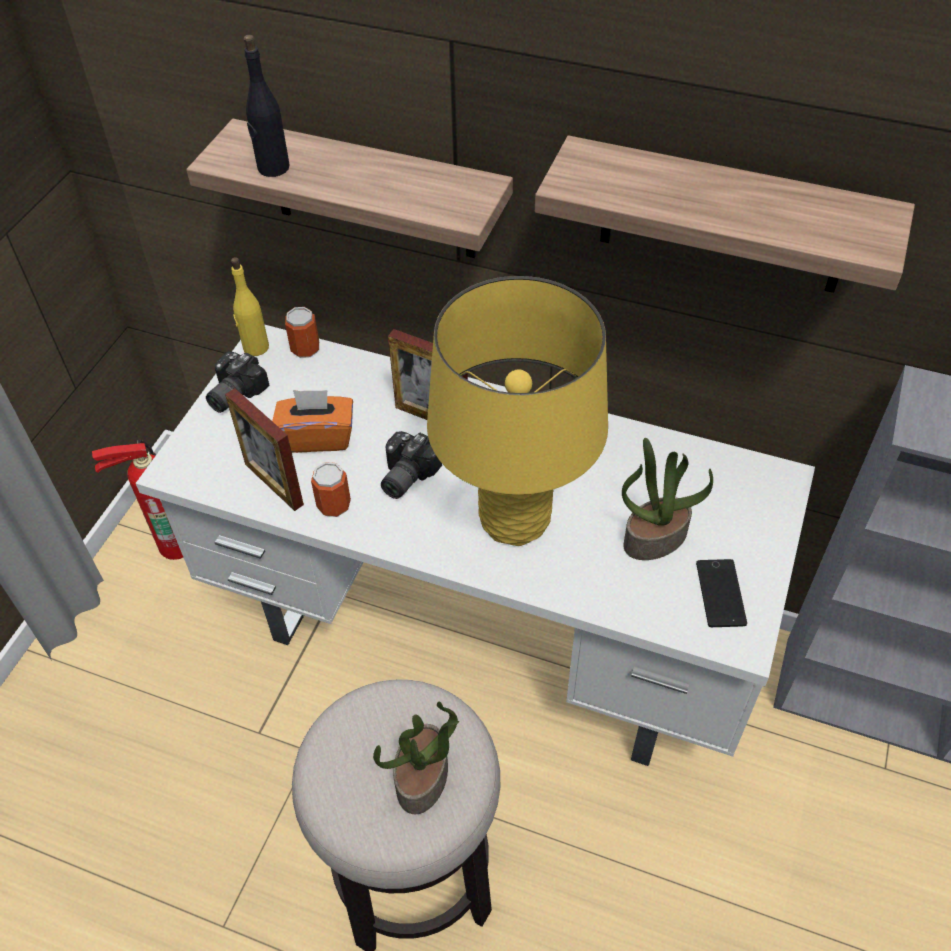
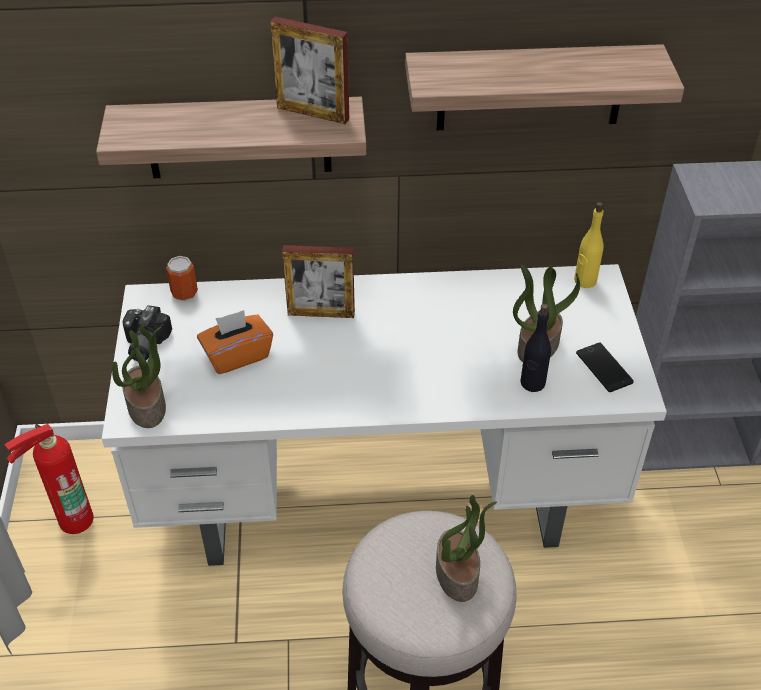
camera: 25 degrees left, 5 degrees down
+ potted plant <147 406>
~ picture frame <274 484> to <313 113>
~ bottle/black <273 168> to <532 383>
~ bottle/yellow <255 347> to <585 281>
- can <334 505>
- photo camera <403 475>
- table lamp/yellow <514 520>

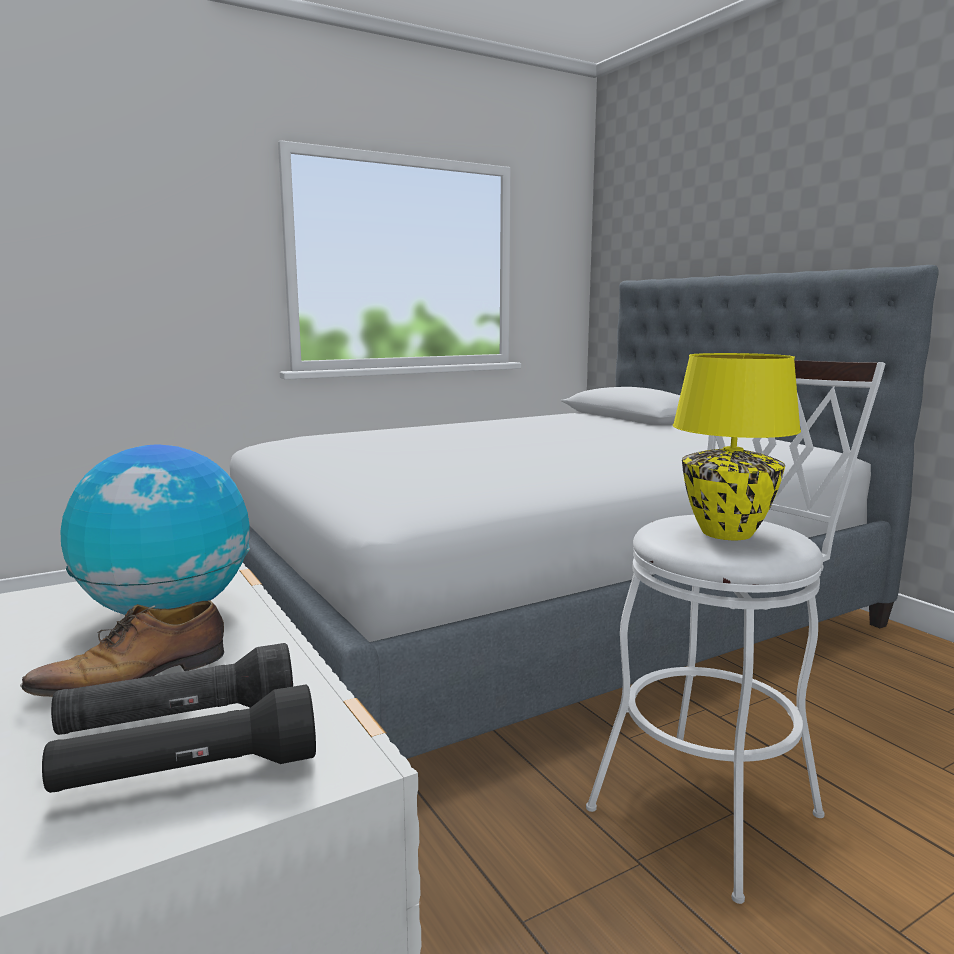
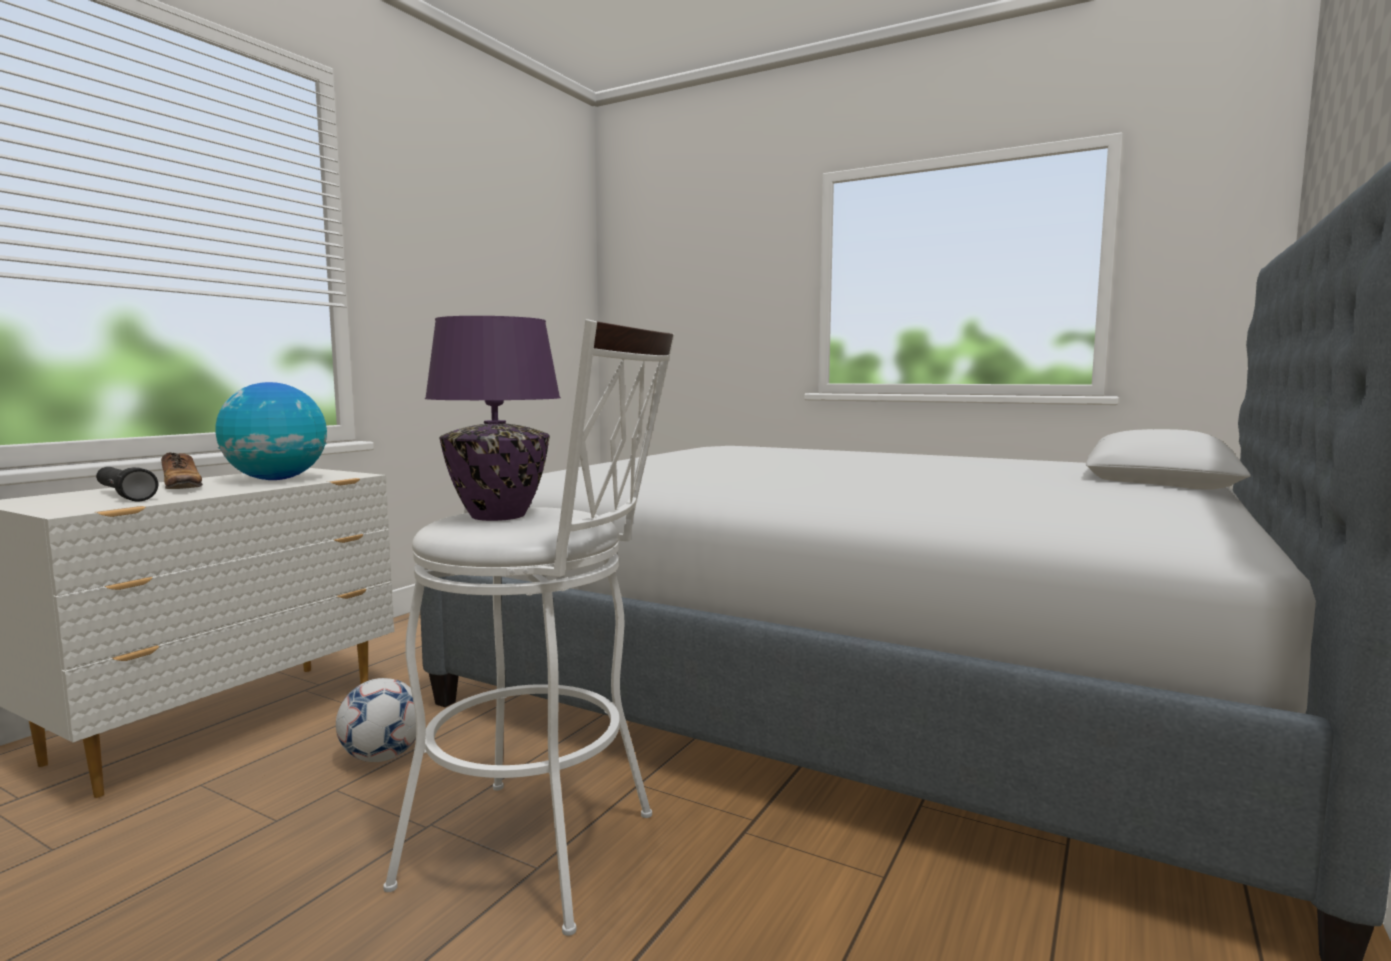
camera: 60 degrees right, 5 degrees down
~ shoe <137 676> = <182 487> 150 degrees counterclockwise
+ football <382 757>
~ table lamp/yellow <725 533> to table lamp/purple <499 516>
- flashlight/black <189 775>

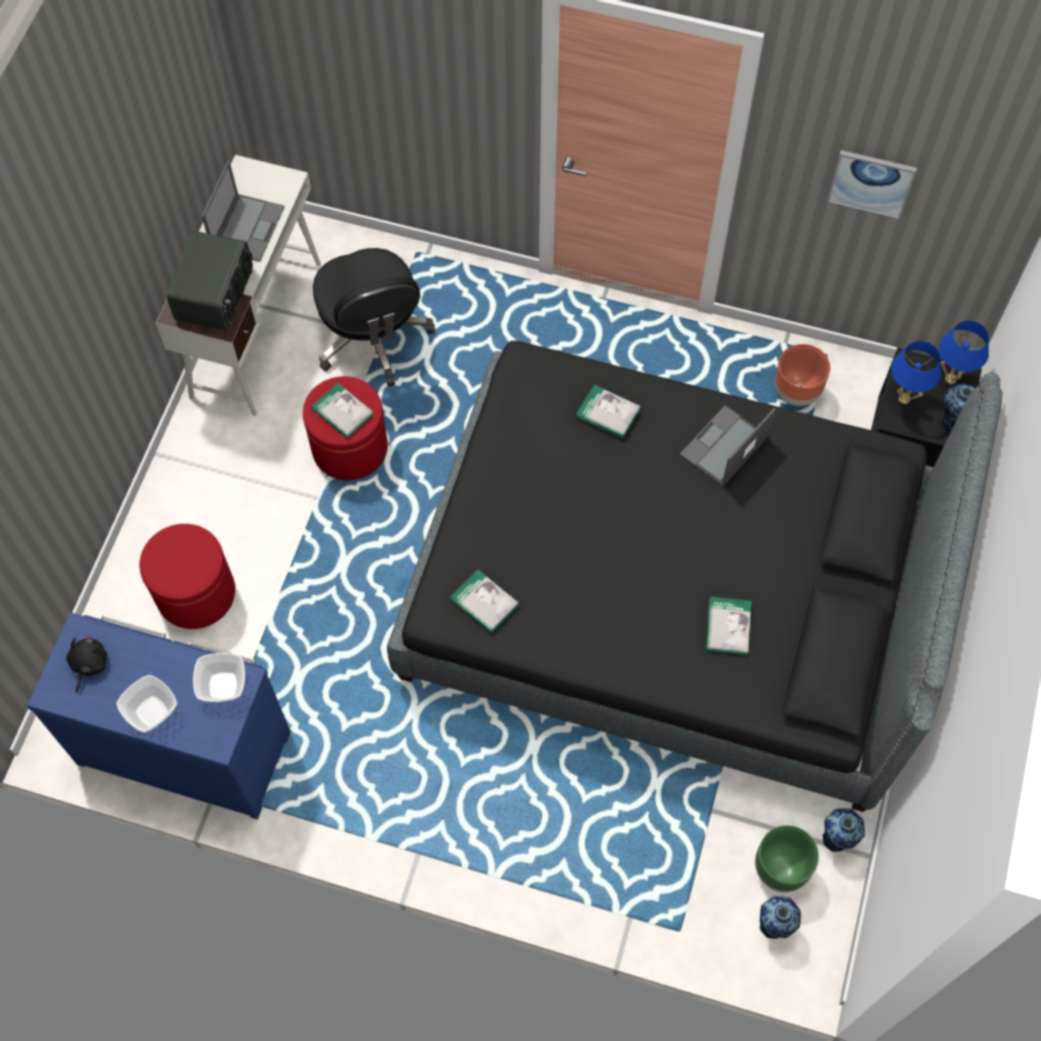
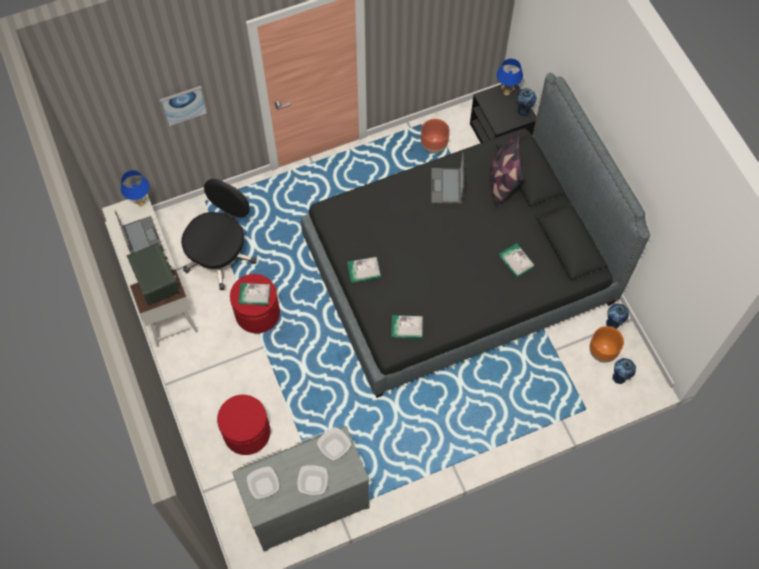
camera: 40 degrees left, 0 degrees up
~ table lamp/blue <904 399> to <141 203>
~ picture <871 182> to <183 105>
~ office chair/black <373 337> = <221 255> 90 degrees counterclockwise
~ dresser/blue <185 742> to dresser/grey <305 501>
~ plush toy/black <88 664> to bowl <264 487>
~ book <607 413> to <364 270>
+ pillow <502 183>
~ planter/green <779 869> to planter/orange <602 352>

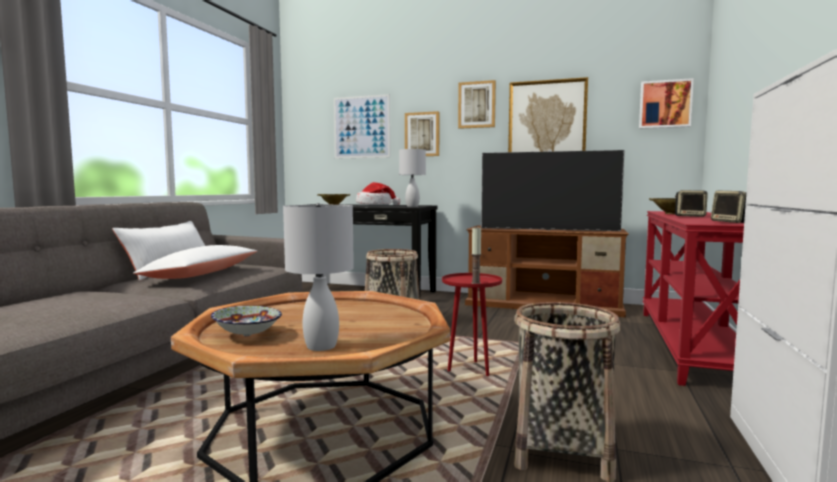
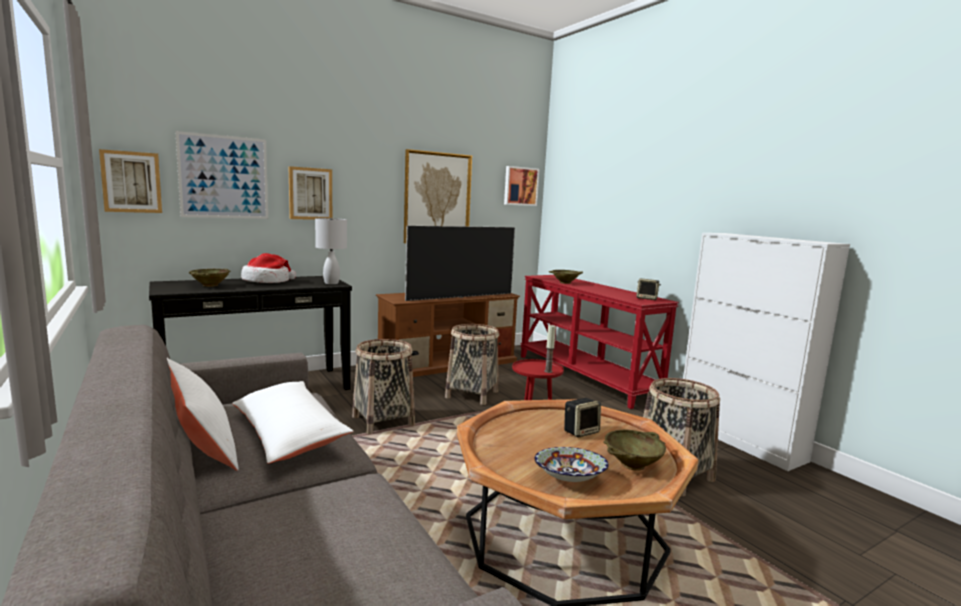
camera: 50 degrees left, 5 degrees up
~ picture <477 105> to <131 182>
+ basket <472 394>
~ speaker <690 216> to <581 431>
~ table lamp/white <320 346> to bowl/beige <632 464>

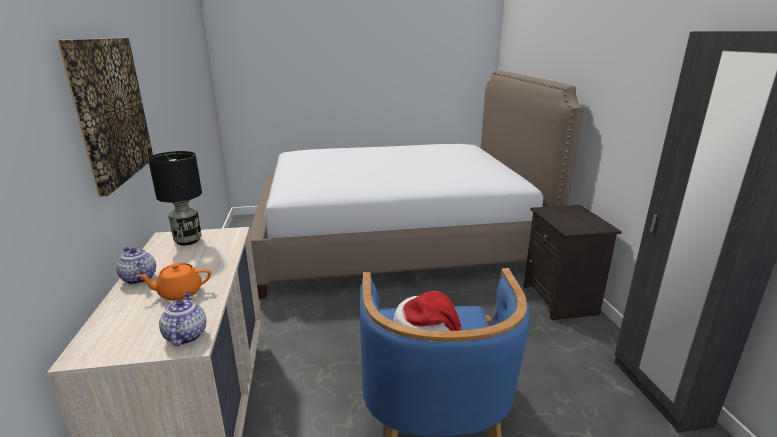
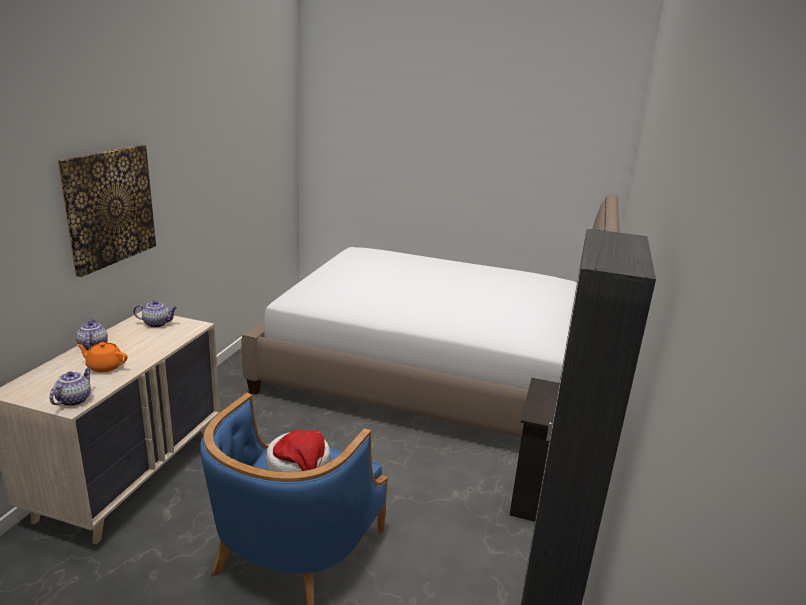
camera: 25 degrees right, 0 degrees up
~ table lamp/black <188 240> to teapot <157 324>

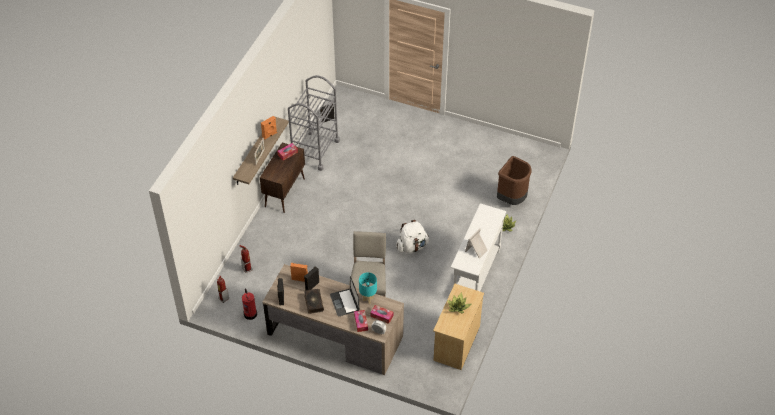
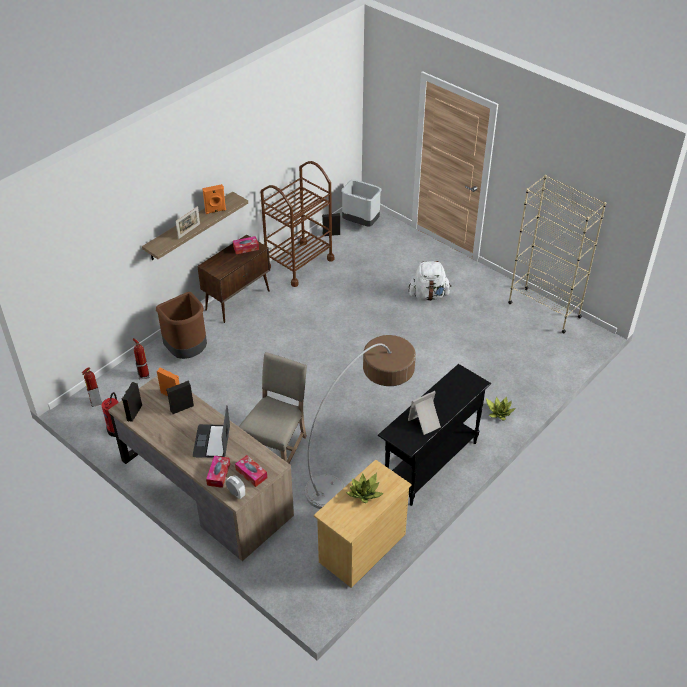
camera: 20 degrees right, 5 degrees down
~ trash can/brown <512 199> to <188 352>
~ cart/grey <315 150> to cart/brown <299 263>
+ floor lamp <361 459>
+ trash can/grey <361 222>
~ console table/white <475 275> to console table/black <430 464>
~ backpack/white <412 246> to <428 295>
+ bookcase/beige <544 310>
- book <313 303>
- table lamp/turquoise <368 299>

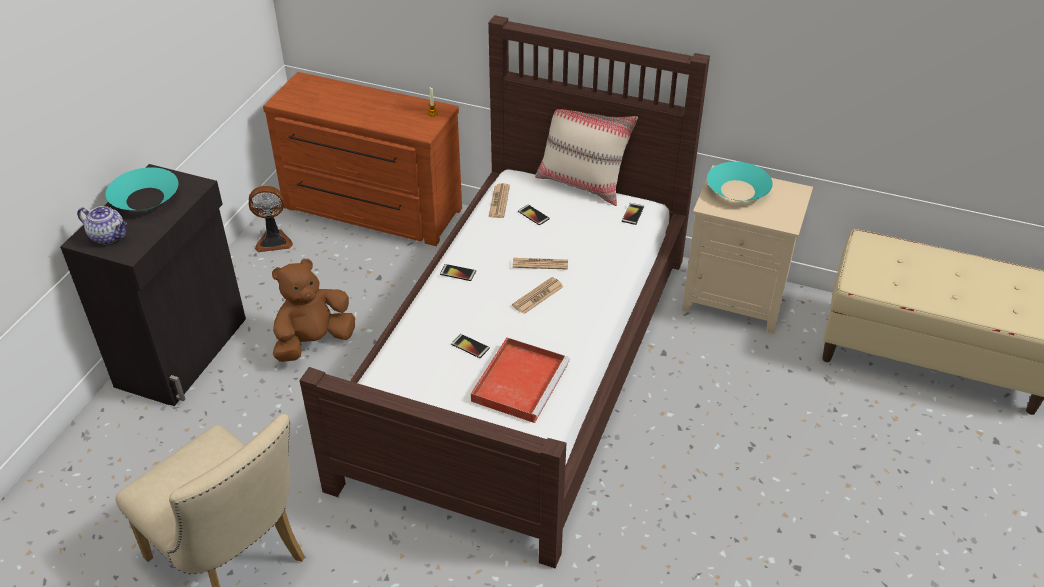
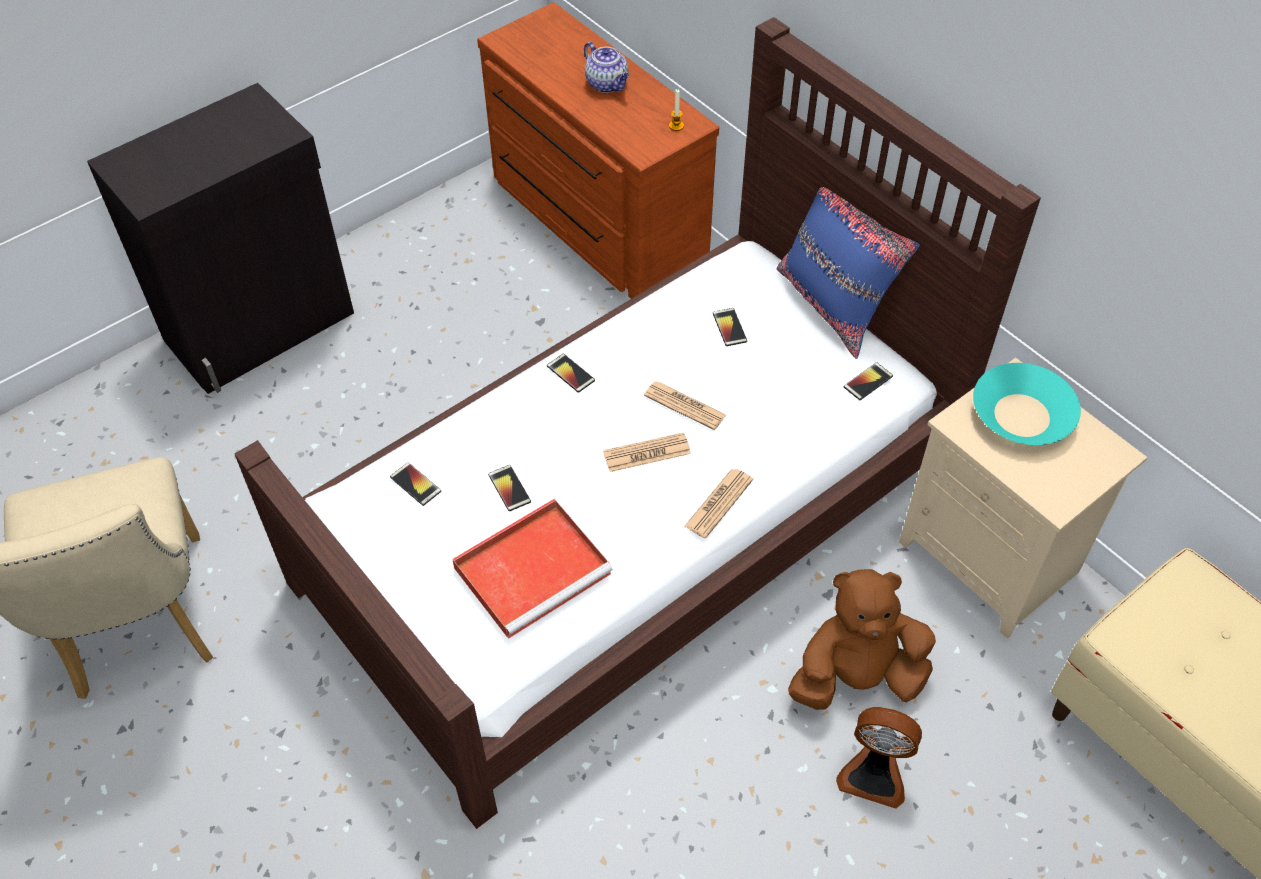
camera: 30 degrees right, 10 degrees up
+ phone <415 484>
~ teapot <109 236> to <608 84>
~ newspaper <499 201> to <718 503>
~ pillow/beige <582 184> to pillow/blue <834 304>
~ plush toy/brown <313 342> to <856 677>
~ fan <274 240> to <874 774>
- bowl/turquoise <145 198>

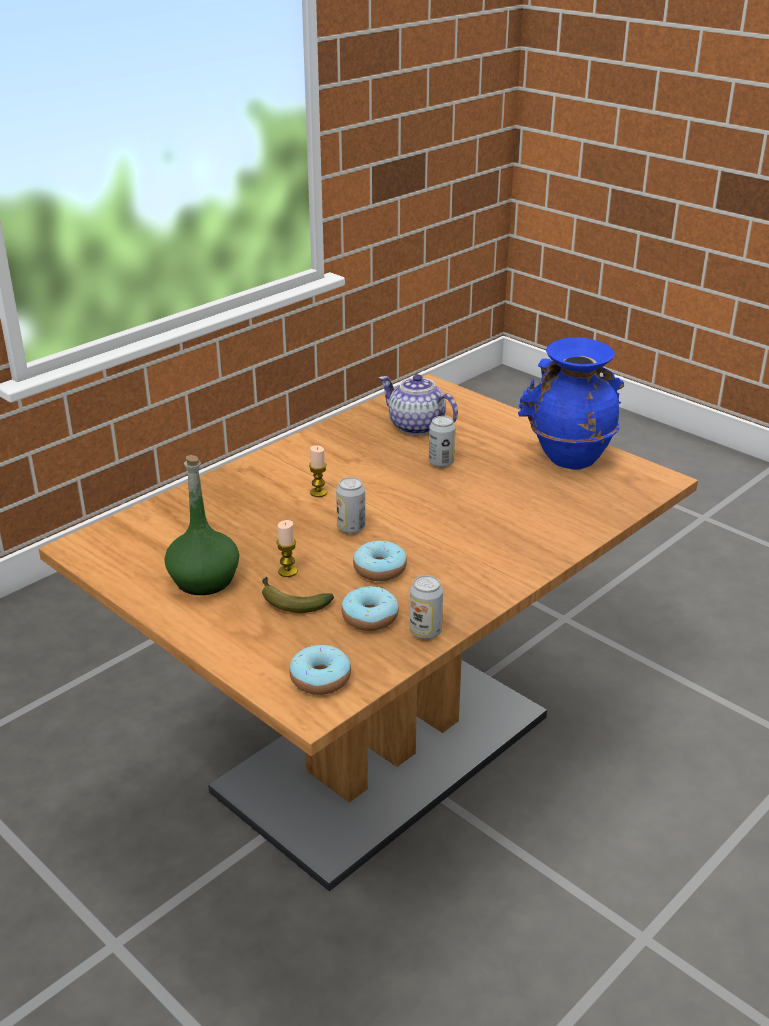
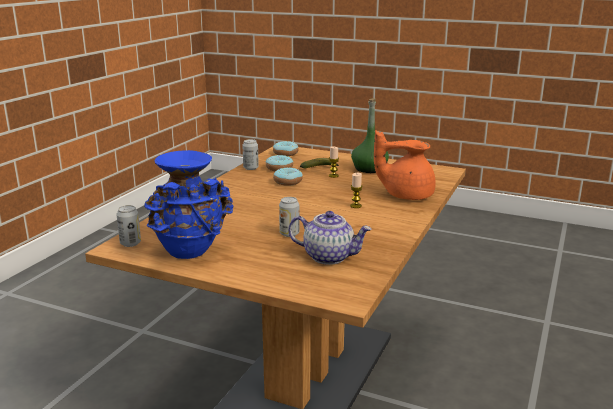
camera: 160 degrees right, 10 degrees down
~ can <351 528> to <130 243>
+ teapot/orange <406 195>

